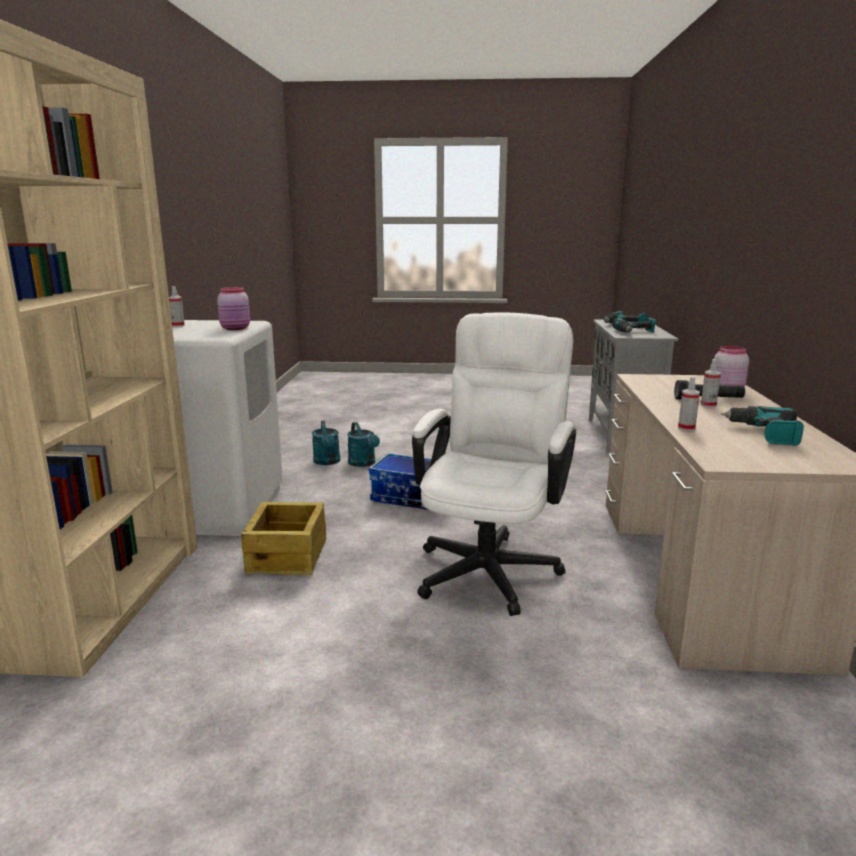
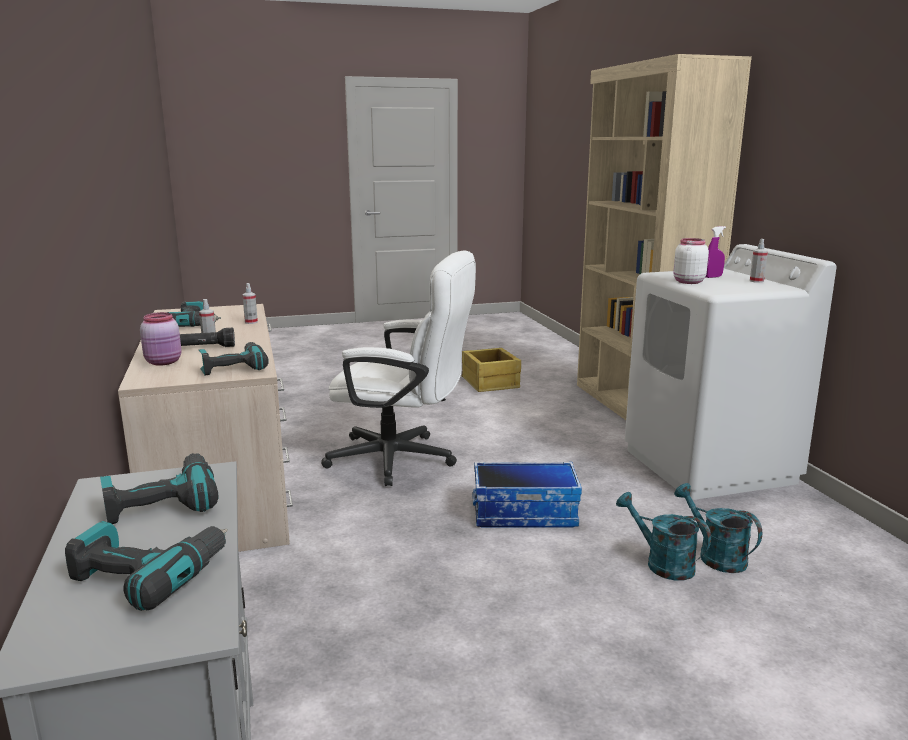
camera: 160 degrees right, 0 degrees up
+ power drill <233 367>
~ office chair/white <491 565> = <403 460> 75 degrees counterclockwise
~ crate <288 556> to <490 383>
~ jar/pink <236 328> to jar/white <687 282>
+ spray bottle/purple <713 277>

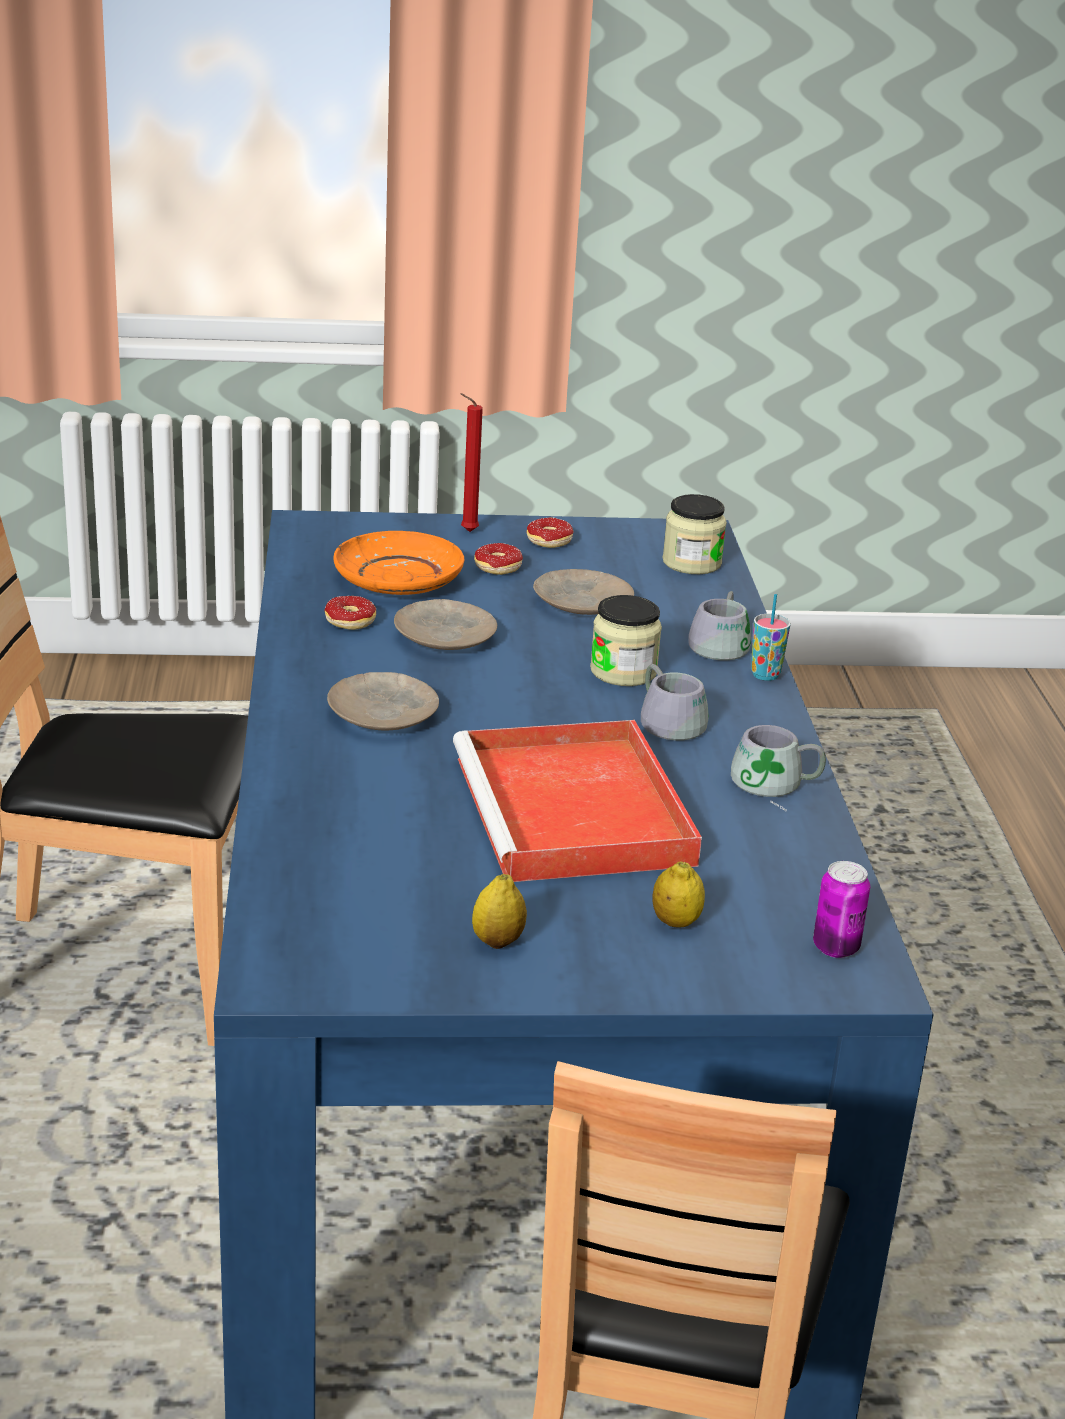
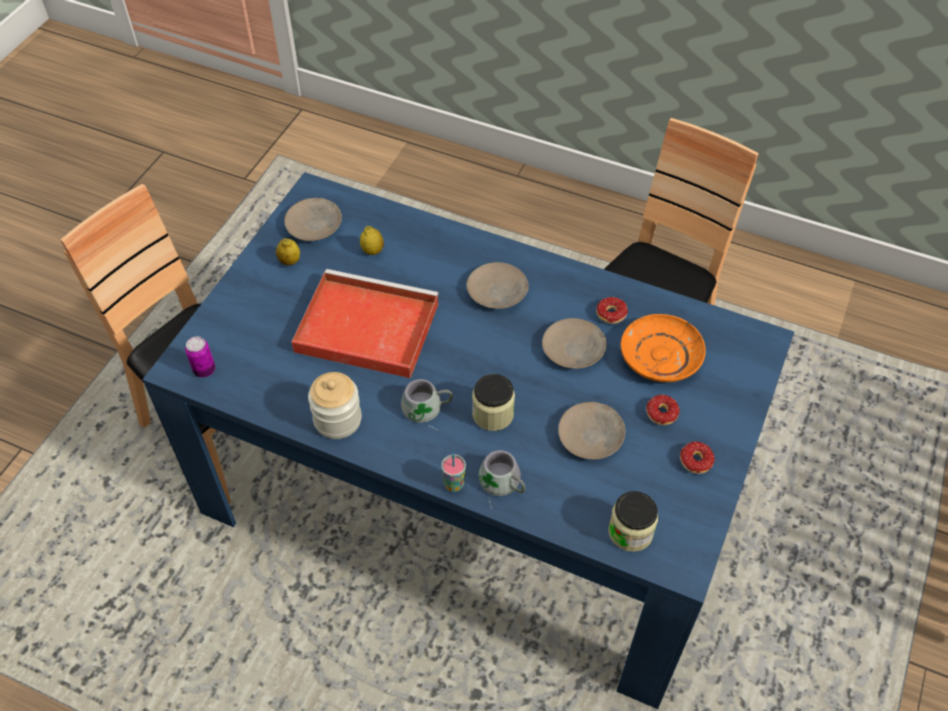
camera: 120 degrees right, 25 degrees up
+ plate/beige <314 224>
~ mug/grey <774 786> to jar <337 419>
~ lemon <675 922> to <372 251>
- candle/red <466 532>

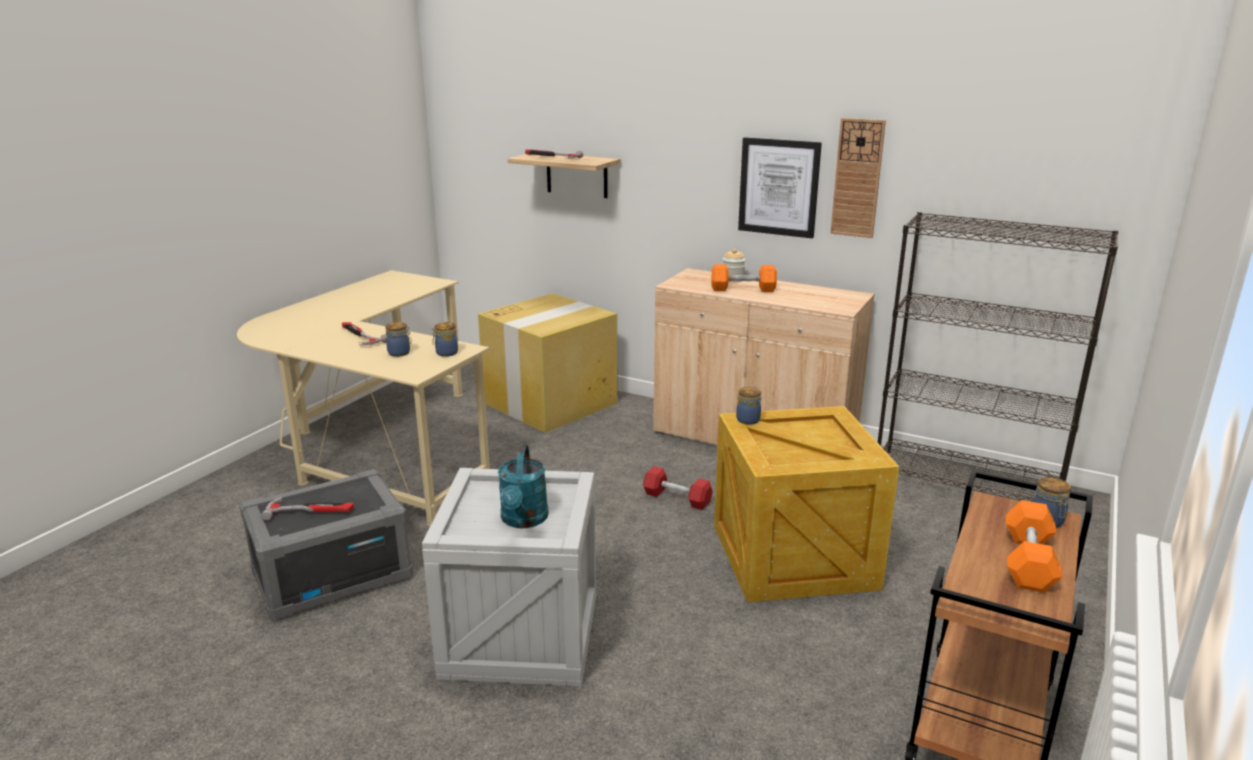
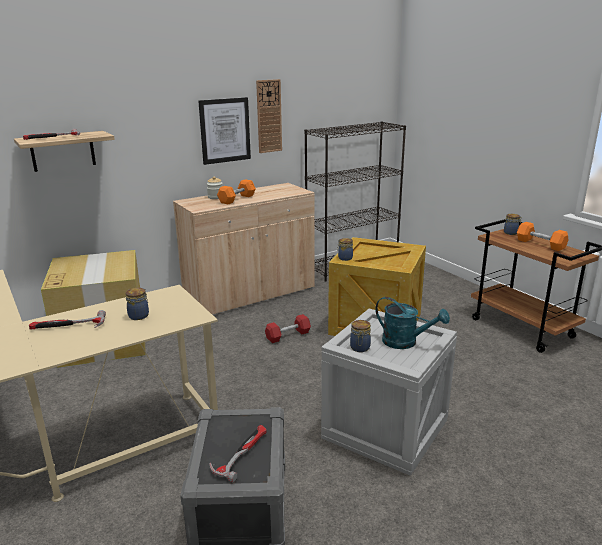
camera: 60 degrees left, 0 degrees up
~ jar <446 353> to <360 348>

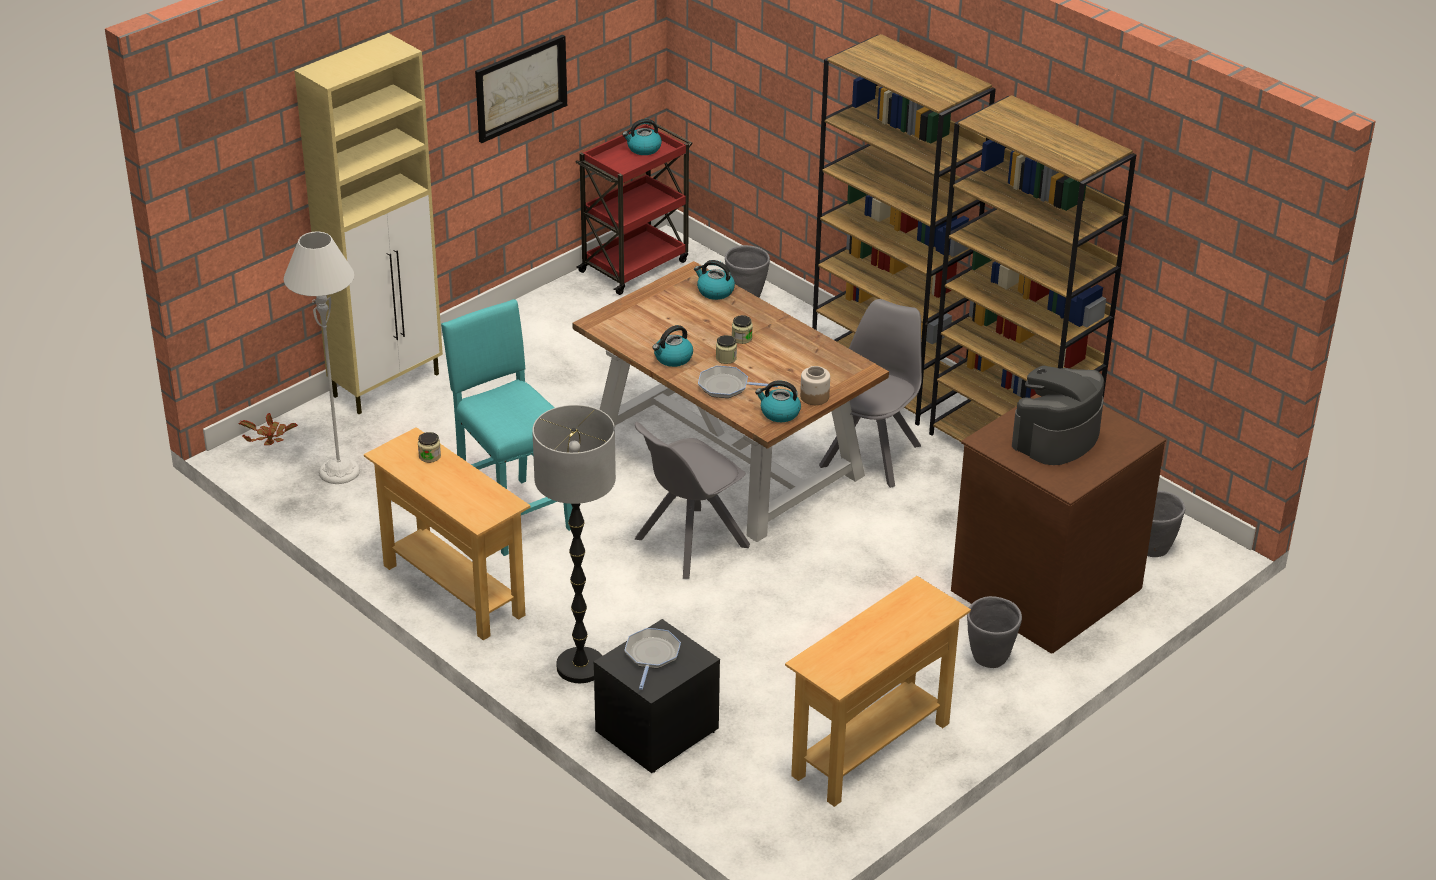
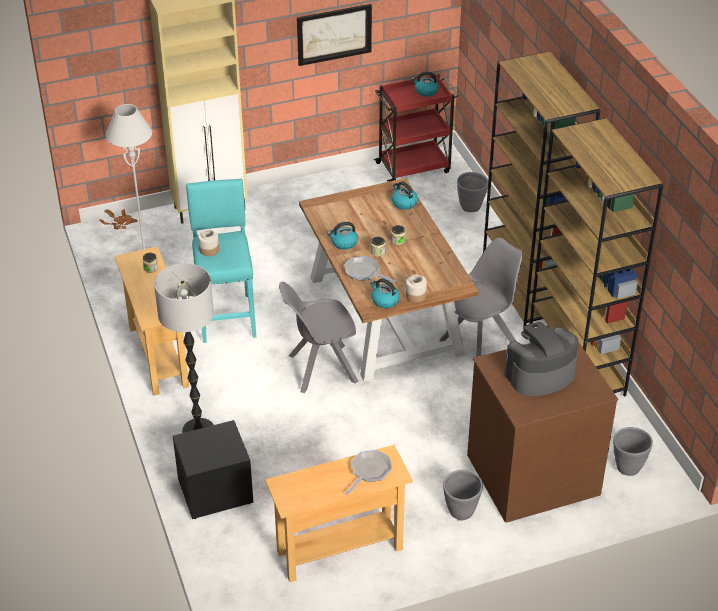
camera: 25 degrees right, 5 degrees up
+ jar <209 250>
~ frying pan <651 656> to <369 471>

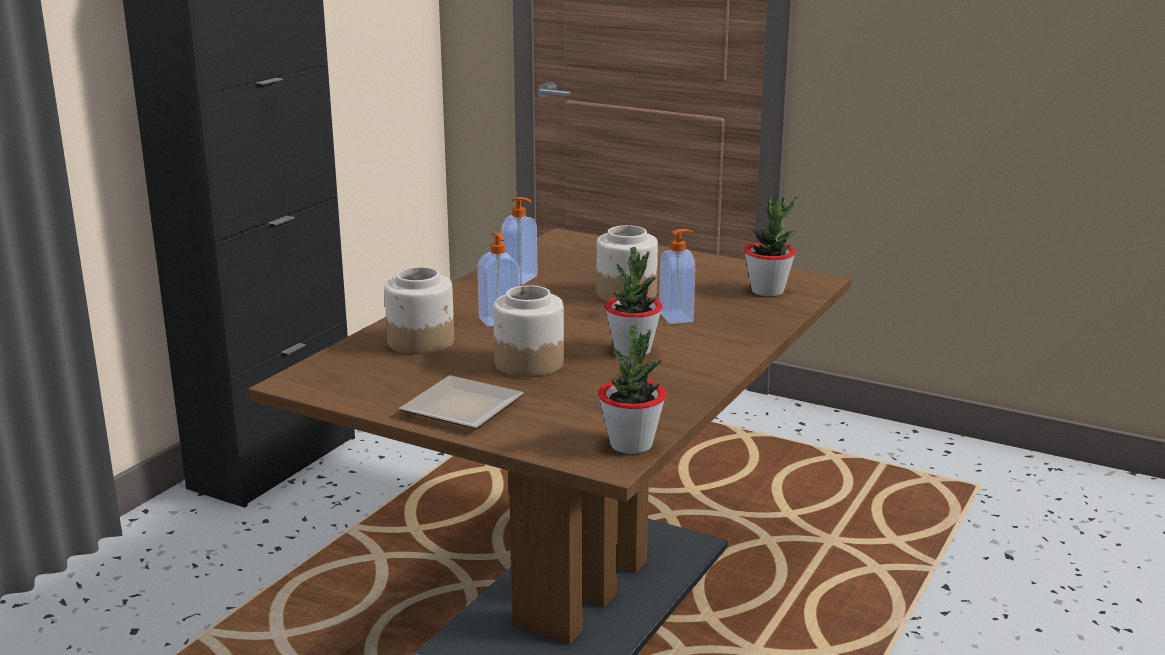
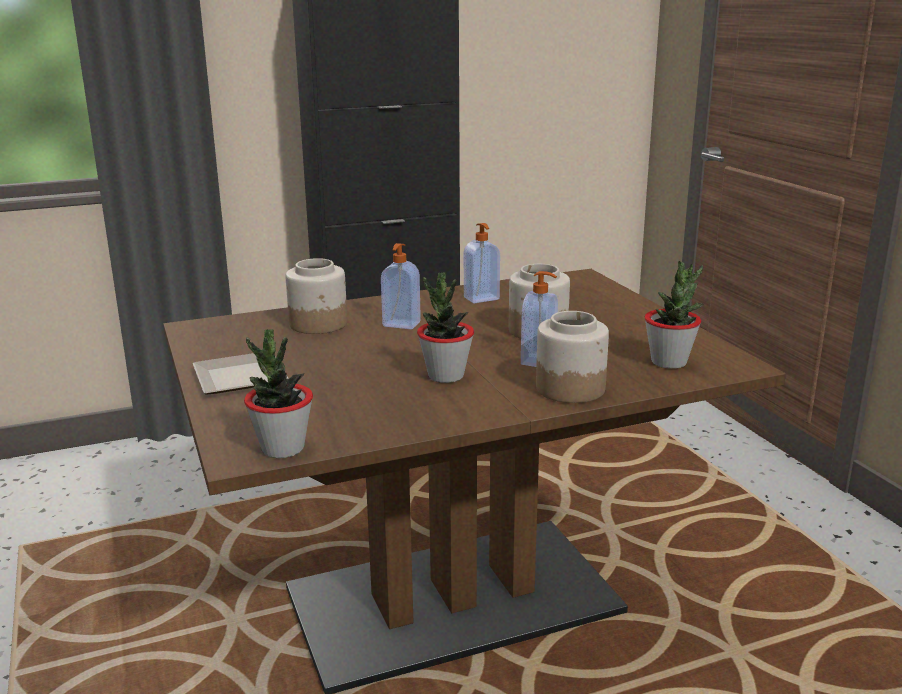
camera: 40 degrees right, 0 degrees up
~ jar <529 363> to <570 388>

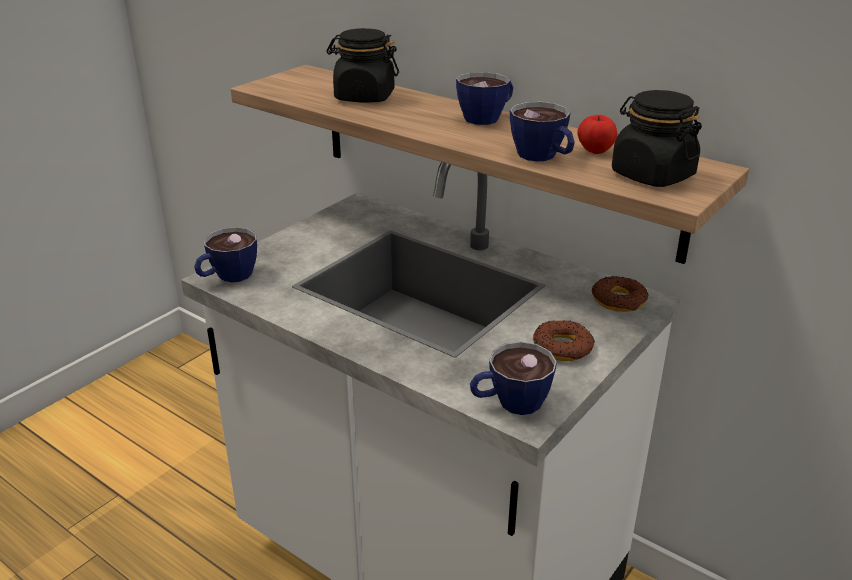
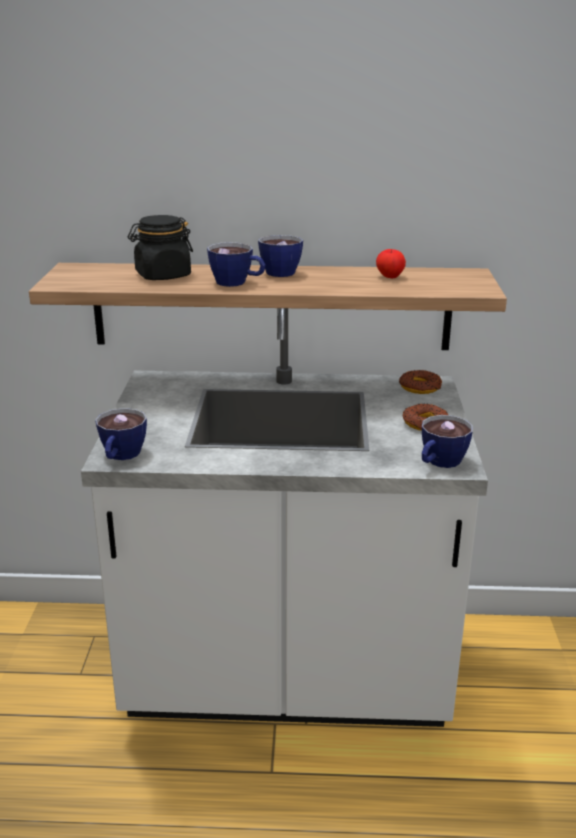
camera: 35 degrees left, 5 degrees down
~ cup <543 157> to <237 283>
- jar/black <652 175>

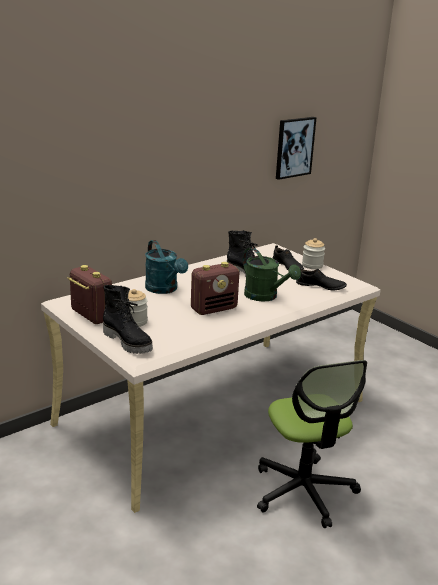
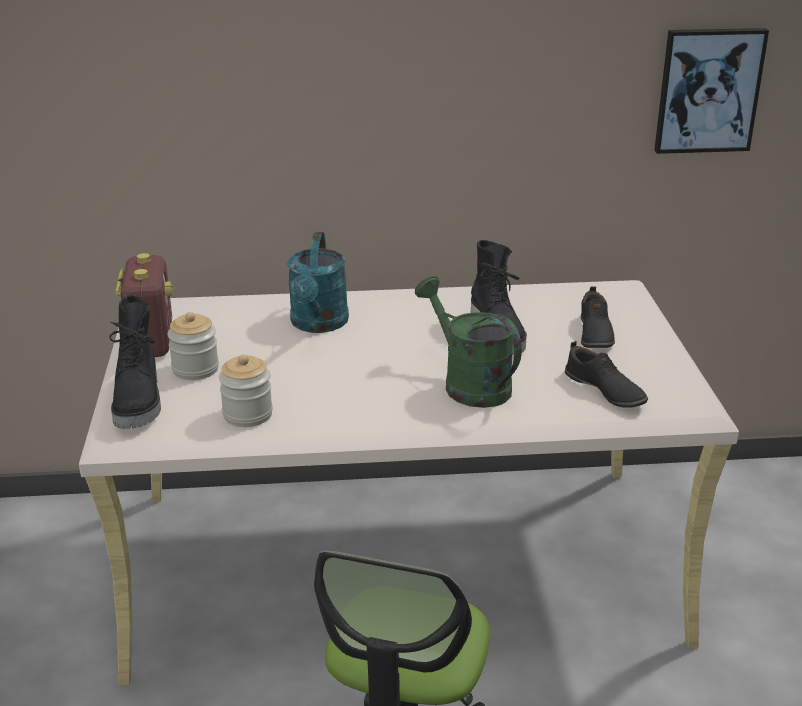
camera: 35 degrees right, 5 degrees up
~ jar <312 265> to <247 414>
~ watering can/green <265 297> = <468 383> 150 degrees clockwise
- radio <214 309>

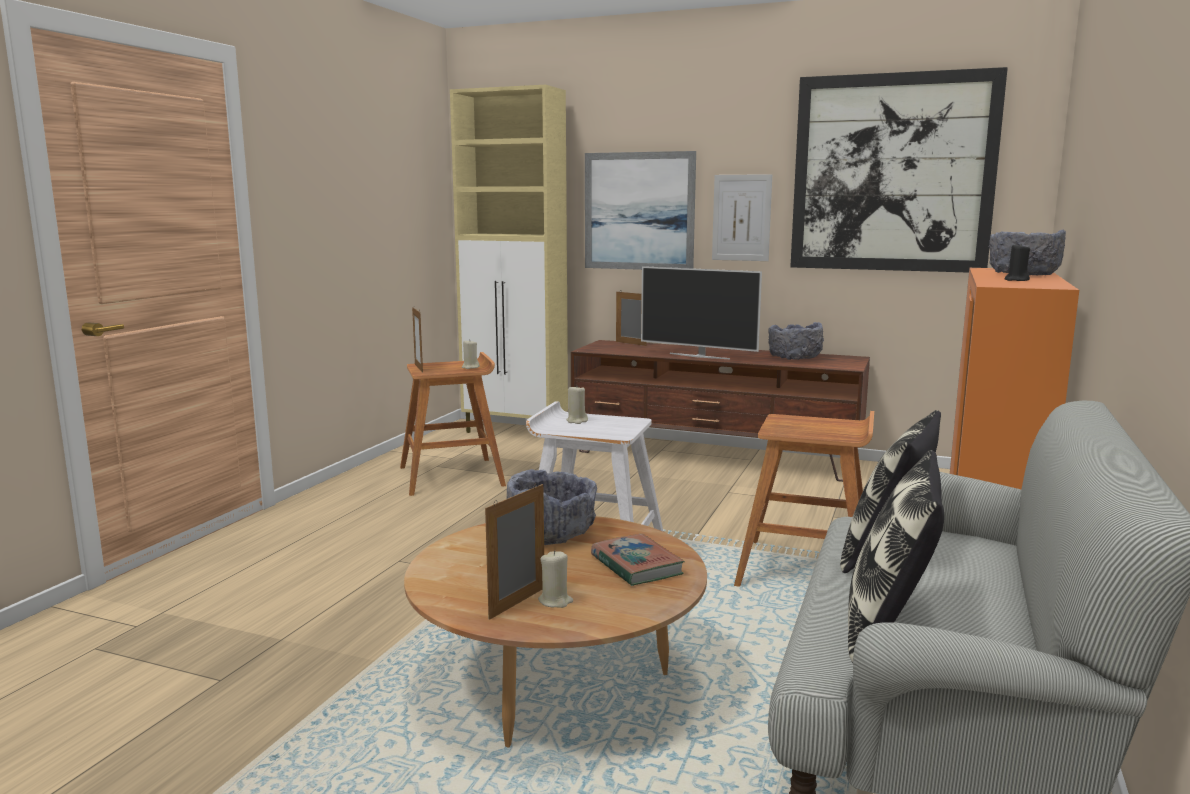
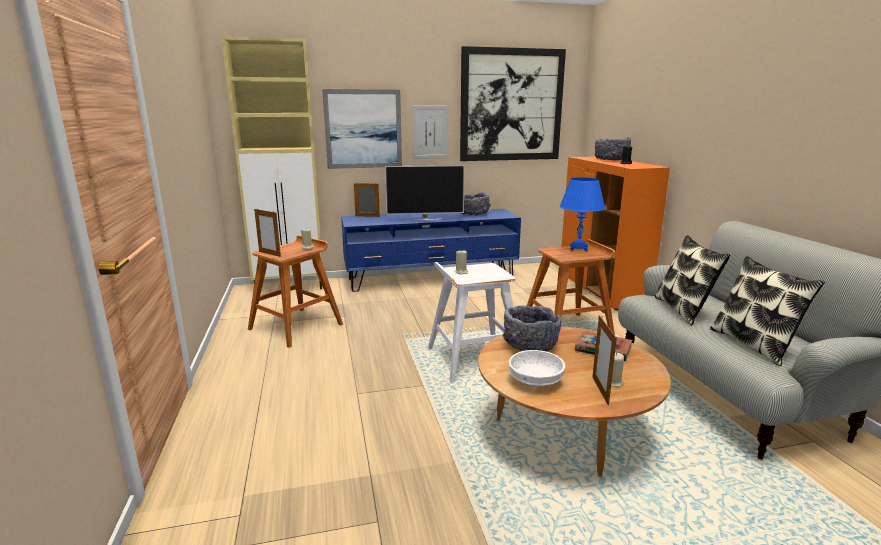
camera: 35 degrees left, 5 degrees up
~ tv stand/brown <715 457> to tv stand/blue <431 278>
+ bowl/white <535 381>
+ table lamp/blue <578 248>

